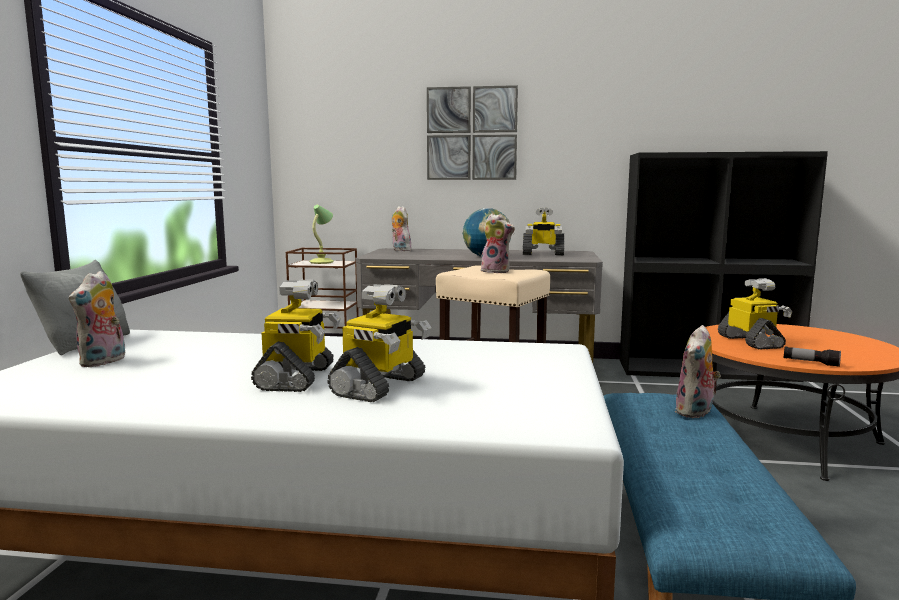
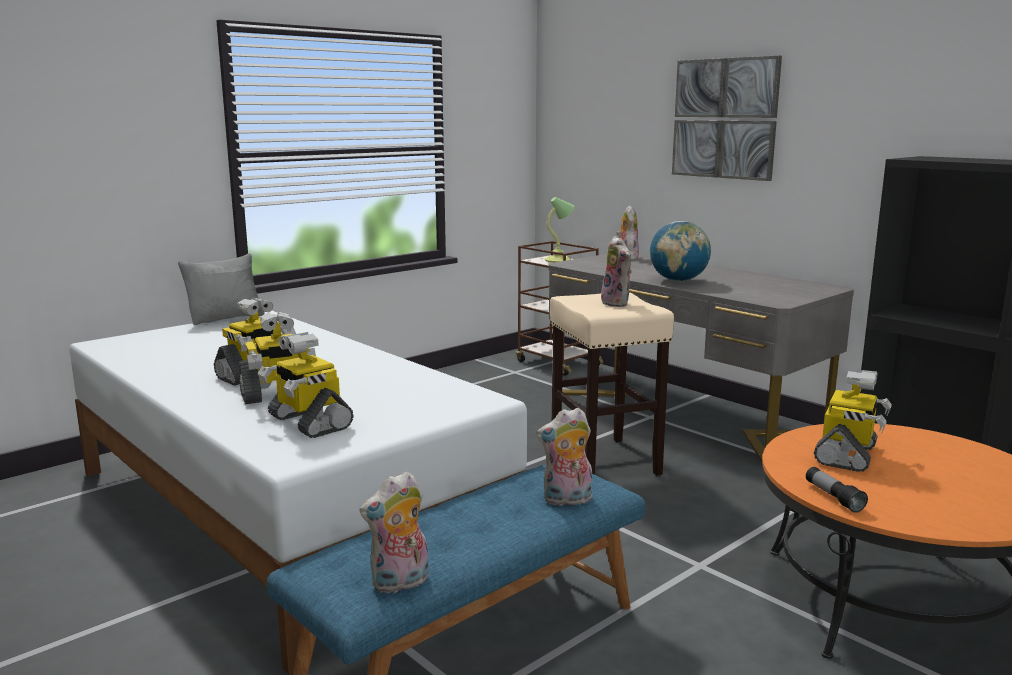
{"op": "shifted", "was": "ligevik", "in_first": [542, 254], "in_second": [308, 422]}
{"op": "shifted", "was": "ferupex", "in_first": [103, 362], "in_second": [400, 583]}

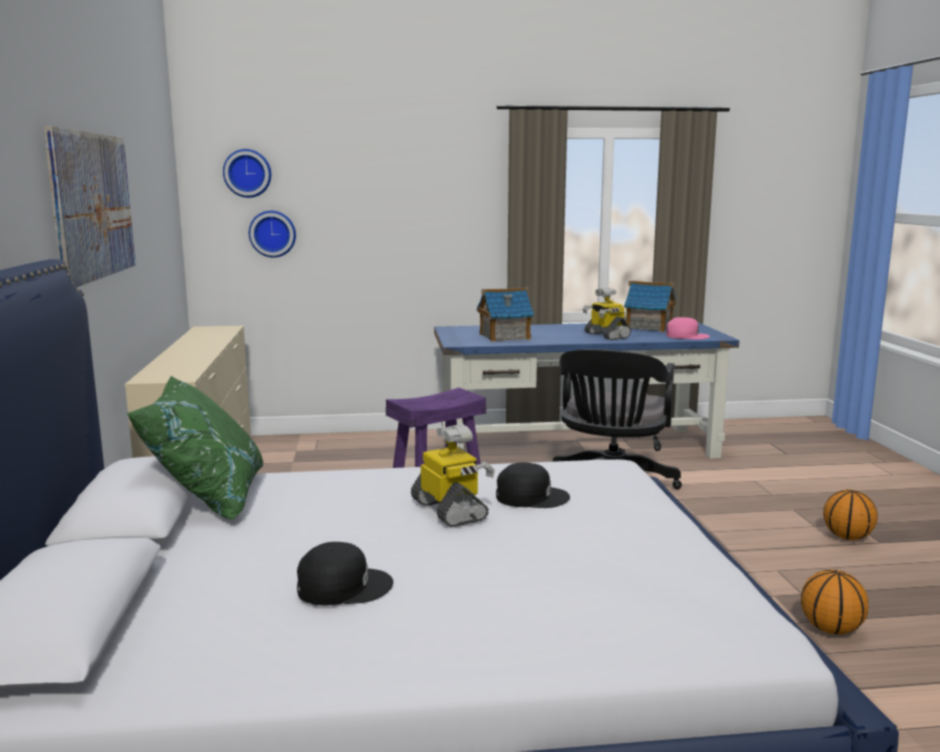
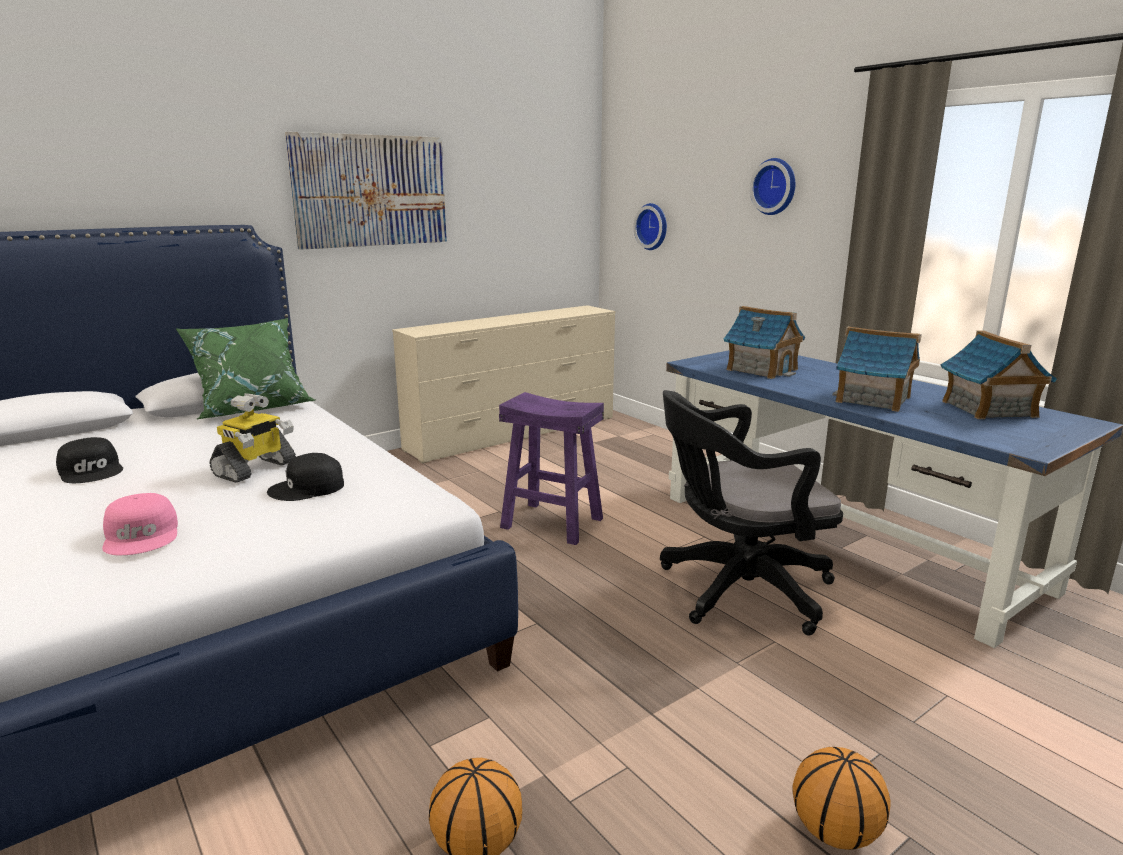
{"op": "shifted", "was": "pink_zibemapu", "in_first": [686, 336], "in_second": [143, 535]}
{"op": "rotated", "was": "black_zibemapu", "in_first": [531, 496], "in_second": [307, 488], "clockwise": 90}
{"op": "shifted", "was": "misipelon", "in_first": [247, 173], "in_second": [775, 186]}
{"op": "swapped", "was": "ligevik", "now": "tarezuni", "in_first": [606, 335], "in_second": [873, 399]}

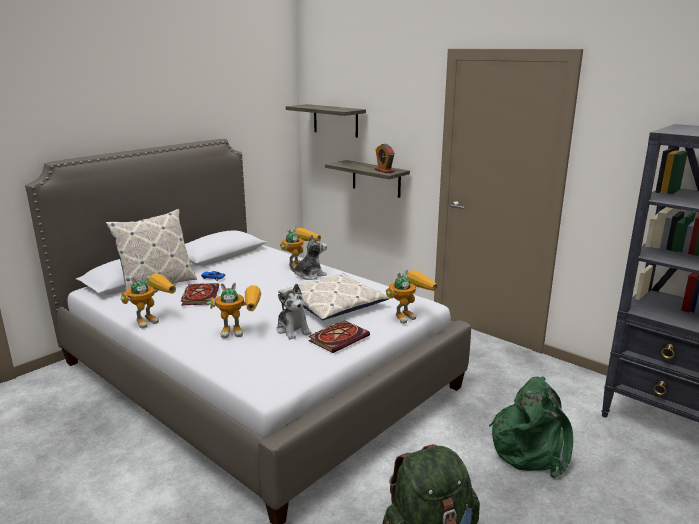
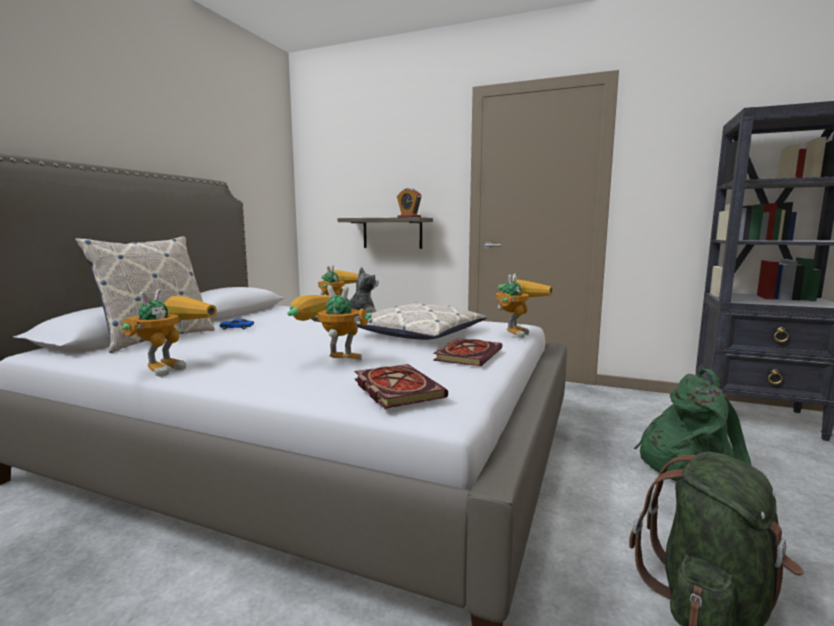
{"op": "rotated", "was": "ligevik", "in_first": [241, 331], "in_second": [329, 362], "clockwise": -135}
{"op": "shifted", "was": "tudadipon", "in_first": [200, 296], "in_second": [395, 388]}
{"op": "gone", "was": "ferupex", "in_first": [293, 330]}
{"op": "gone", "was": "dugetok", "in_first": [335, 120]}

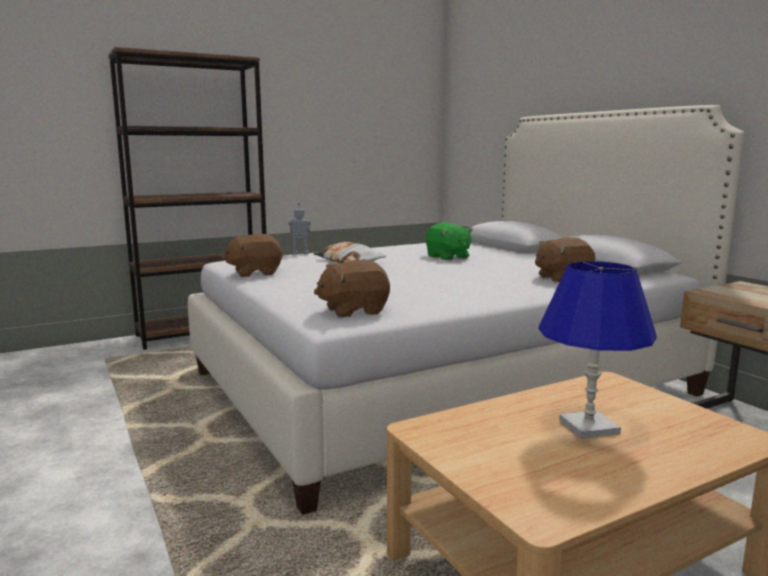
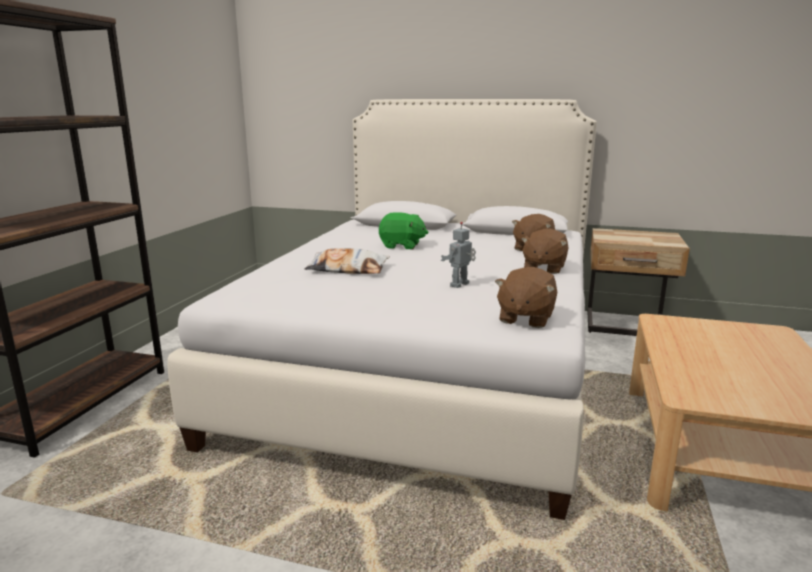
{"op": "shifted", "was": "ligevik", "in_first": [300, 253], "in_second": [460, 285]}
{"op": "shifted", "was": "brown_ferupex", "in_first": [255, 273], "in_second": [543, 268]}
{"op": "gone", "was": "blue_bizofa", "in_first": [588, 427]}

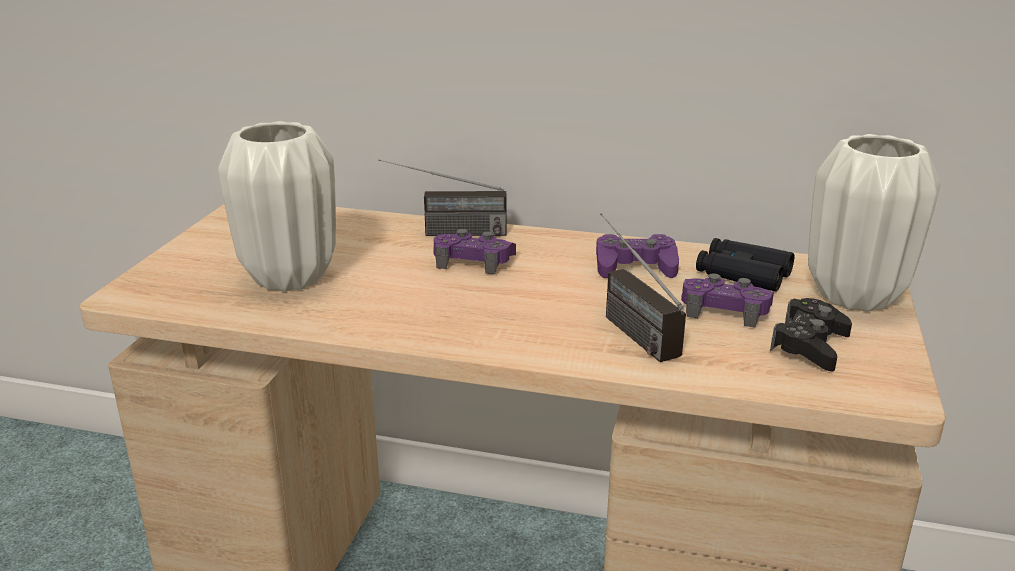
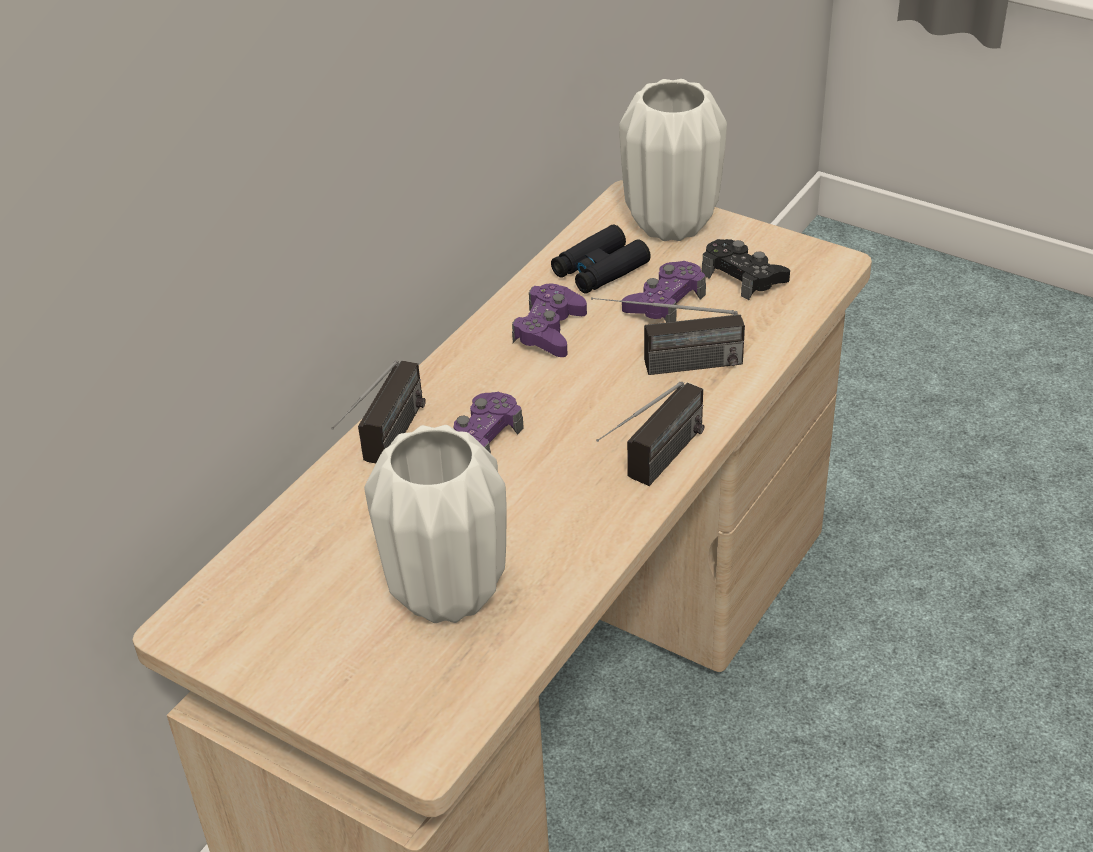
{"op": "new", "now": "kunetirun", "in_second": [653, 469]}

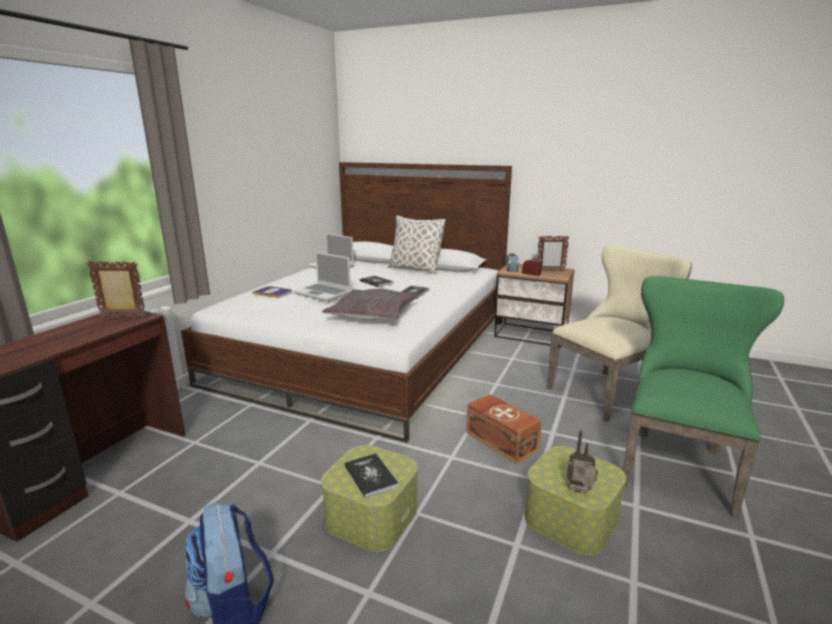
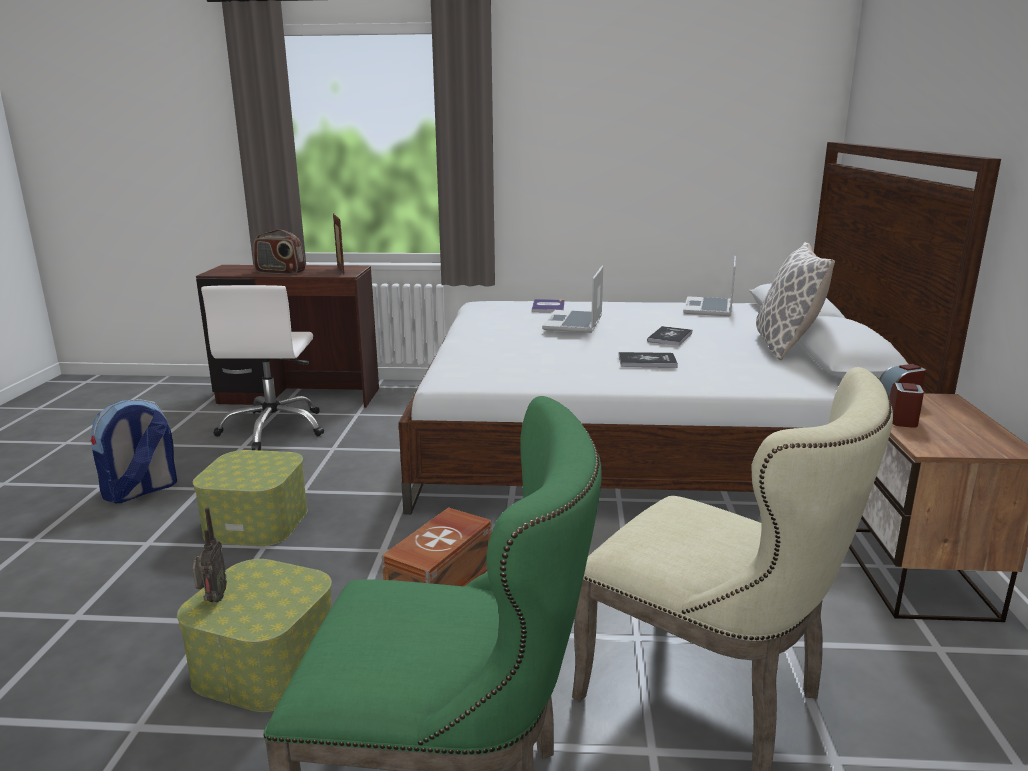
{"op": "new", "now": "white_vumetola", "in_second": [274, 429]}
{"op": "new", "now": "kunetirun", "in_second": [280, 272]}
{"op": "gone", "was": "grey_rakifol", "in_first": [373, 314]}
{"op": "gone", "was": "tudadipon", "in_first": [370, 476]}
{"op": "gone", "was": "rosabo", "in_first": [550, 271]}

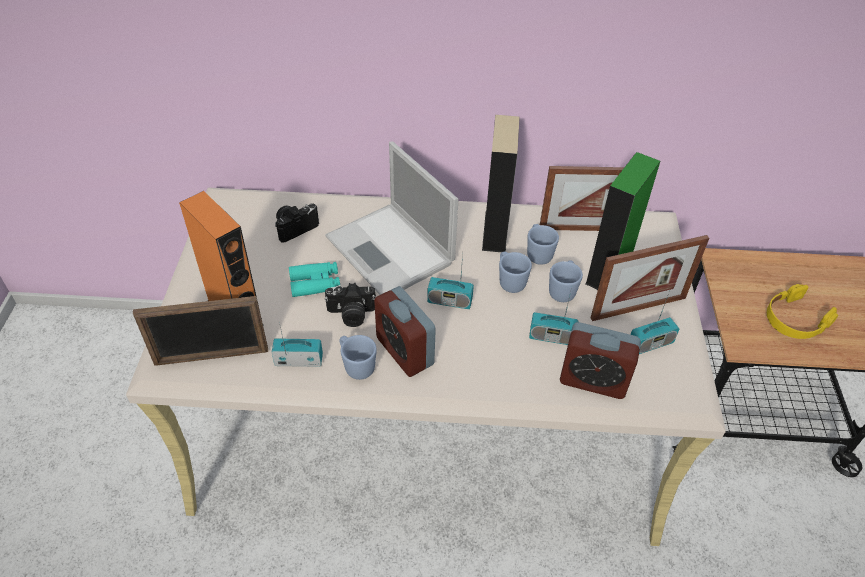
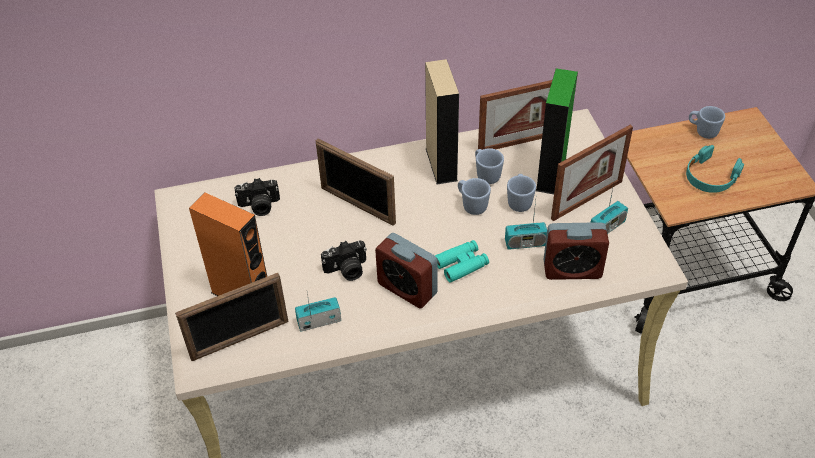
{"op": "rotated", "was": "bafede", "in_first": [295, 227], "in_second": [259, 206], "clockwise": -135}
{"op": "swapped", "was": "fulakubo", "now": "rosabo", "in_first": [391, 251], "in_second": [357, 205]}
{"op": "shifted", "was": "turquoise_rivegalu", "in_first": [315, 283], "in_second": [461, 265]}
{"op": "repainted", "was": "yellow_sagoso", "now": "turquoise_sagoso", "in_first": [794, 319], "in_second": [710, 177]}
{"op": "shifted", "was": "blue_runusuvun", "in_first": [356, 366], "in_second": [702, 131]}
{"op": "gone", "was": "kunetirun", "in_first": [449, 301]}

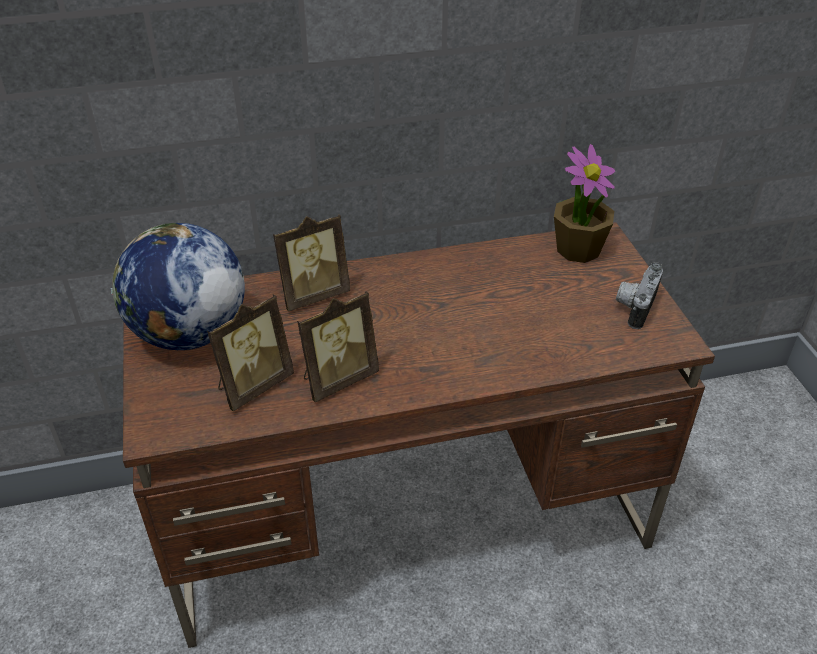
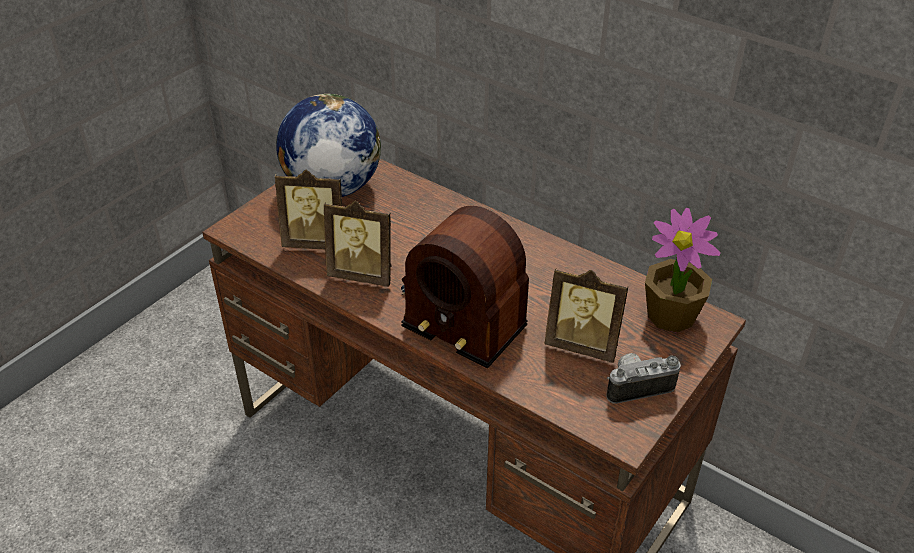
{"op": "new", "now": "kunetirun", "in_second": [464, 306]}
{"op": "shifted", "was": "rosabo", "in_first": [313, 295], "in_second": [582, 344]}

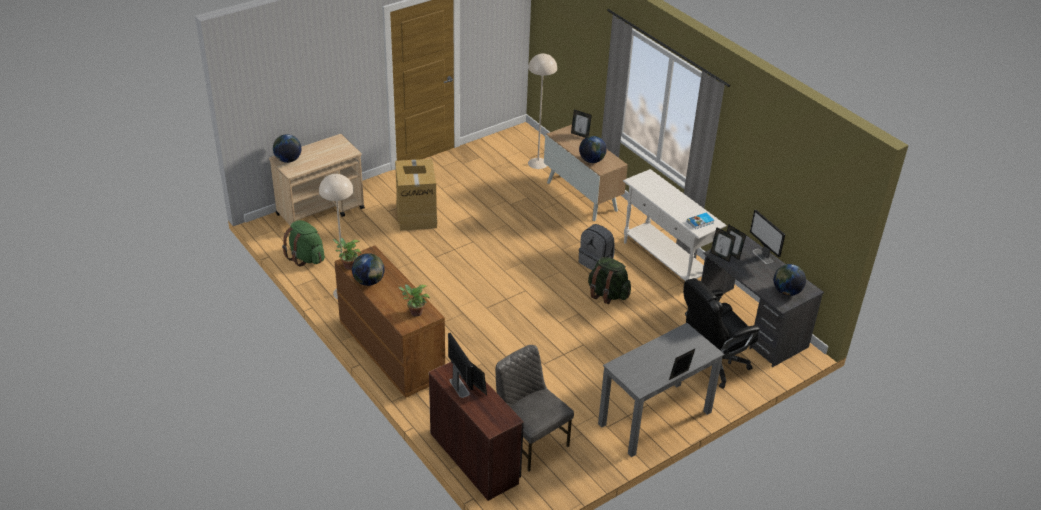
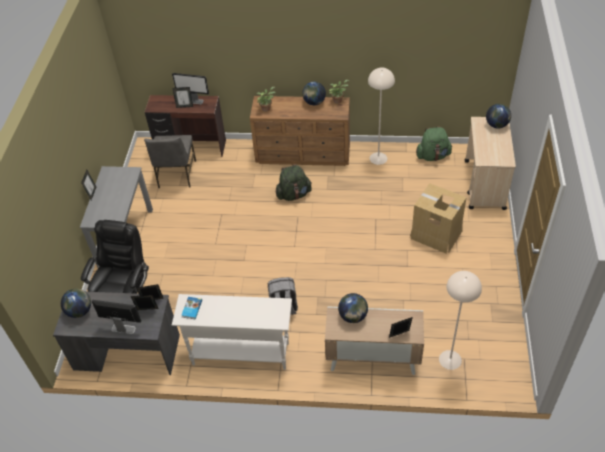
{"op": "rotated", "was": "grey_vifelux", "in_first": [530, 440], "in_second": [176, 174], "clockwise": 90}
{"op": "shifted", "was": "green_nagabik", "in_first": [607, 294], "in_second": [294, 194]}

